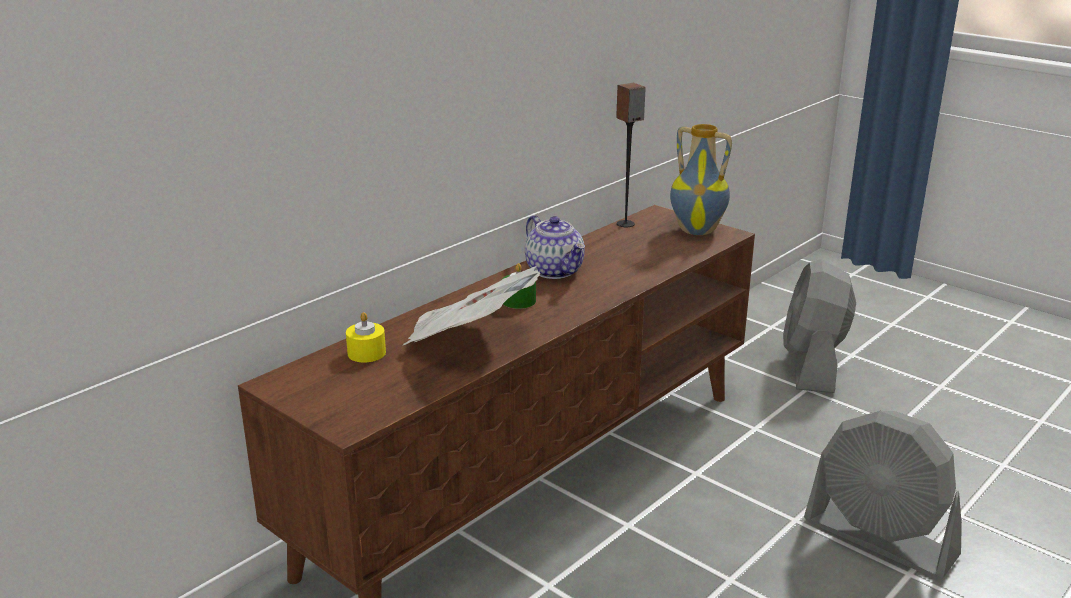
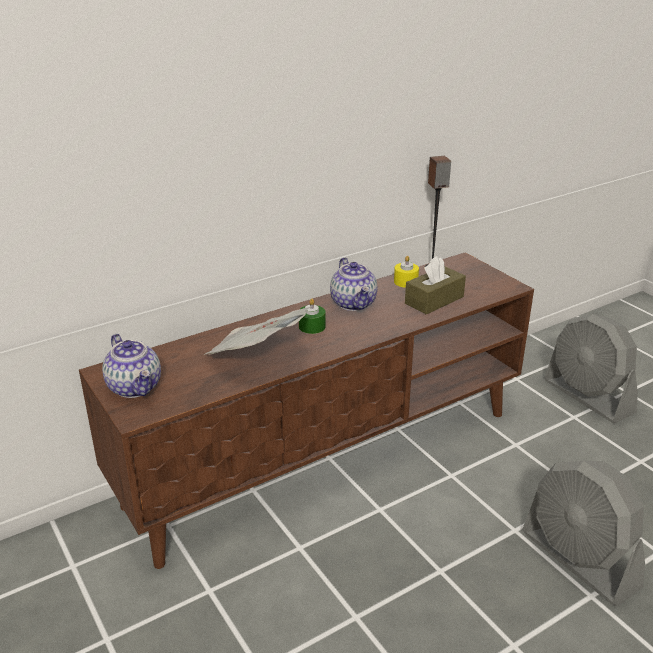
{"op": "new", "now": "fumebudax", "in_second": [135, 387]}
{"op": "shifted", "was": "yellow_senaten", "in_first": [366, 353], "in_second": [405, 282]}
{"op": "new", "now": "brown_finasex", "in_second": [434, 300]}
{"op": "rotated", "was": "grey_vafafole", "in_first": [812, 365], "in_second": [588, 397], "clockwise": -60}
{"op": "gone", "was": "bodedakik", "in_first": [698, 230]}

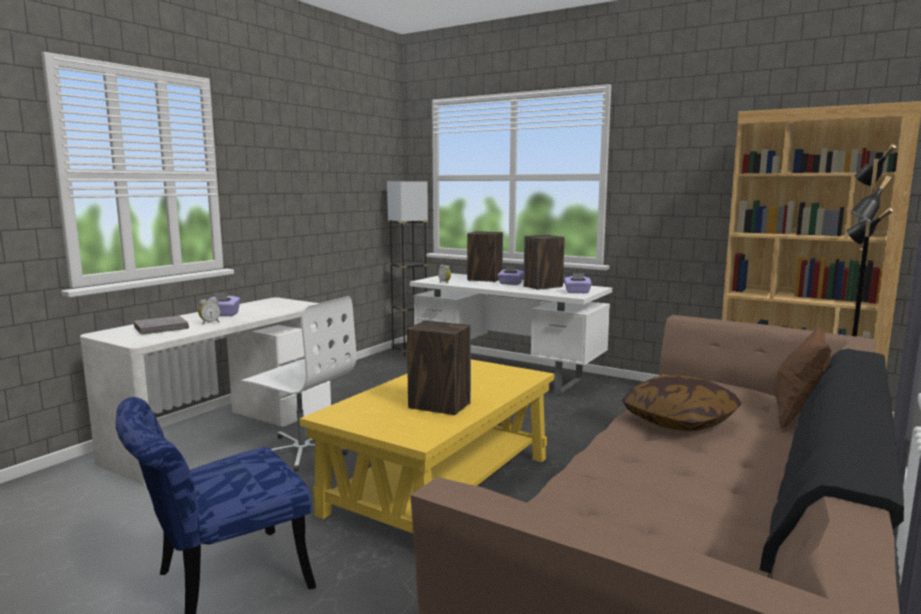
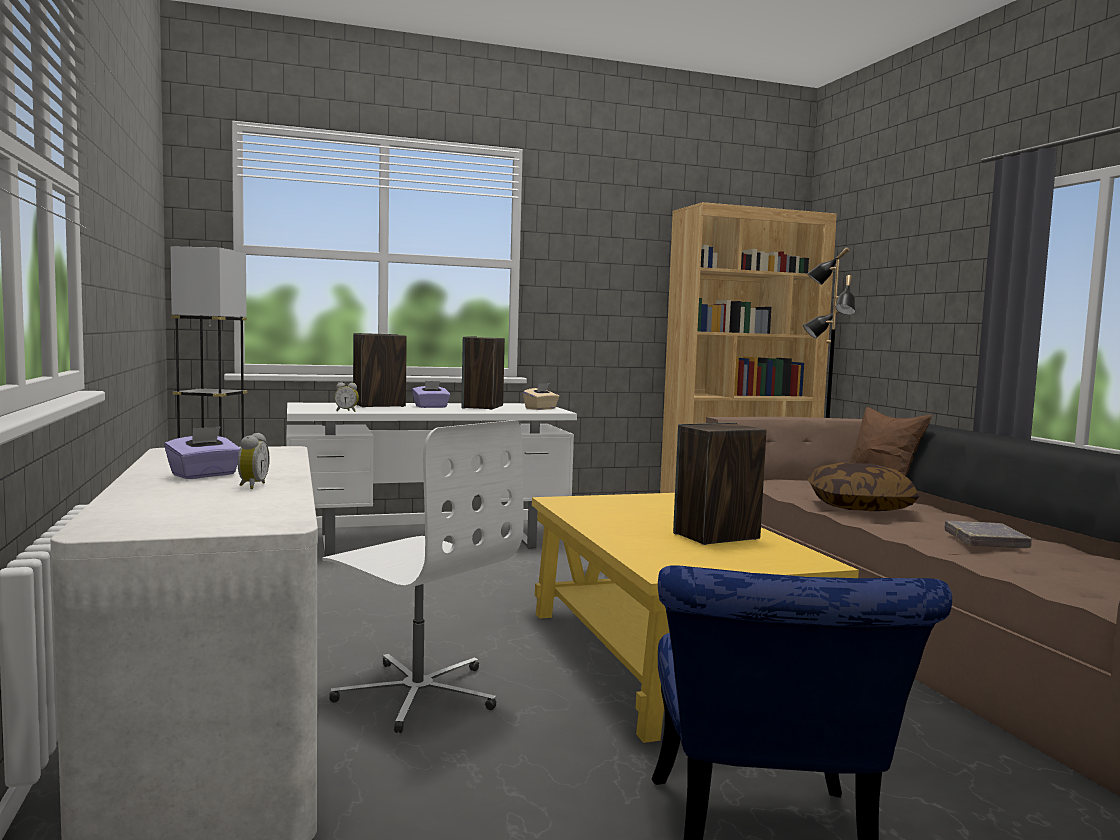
{"op": "rotated", "was": "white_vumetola", "in_first": [302, 451], "in_second": [418, 693], "clockwise": 60}
{"op": "repainted", "was": "purple_finasex", "now": "beige_finasex", "in_first": [577, 292], "in_second": [541, 408]}
{"op": "shifted", "was": "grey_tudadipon", "in_first": [161, 329], "in_second": [985, 540]}

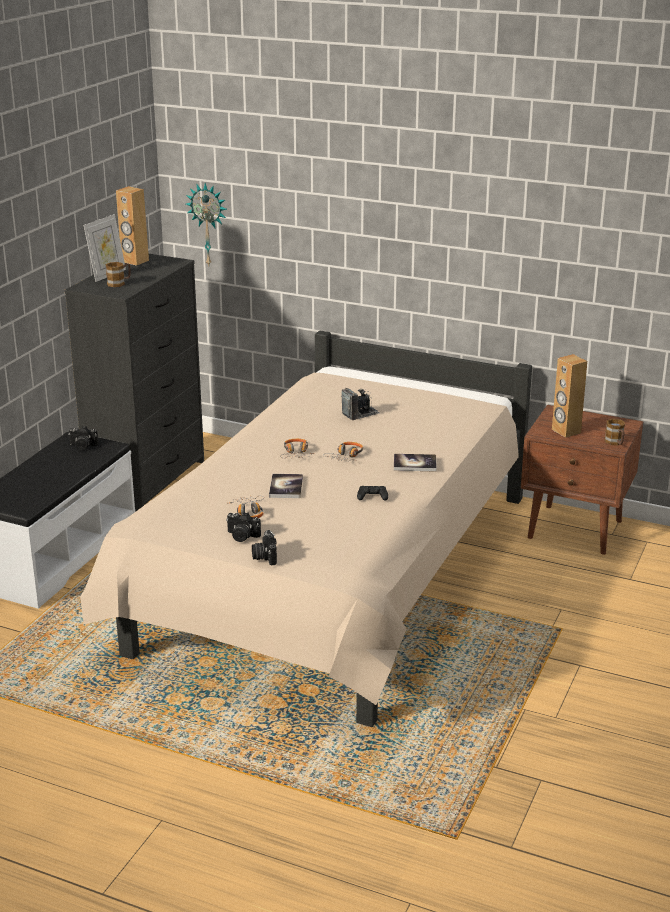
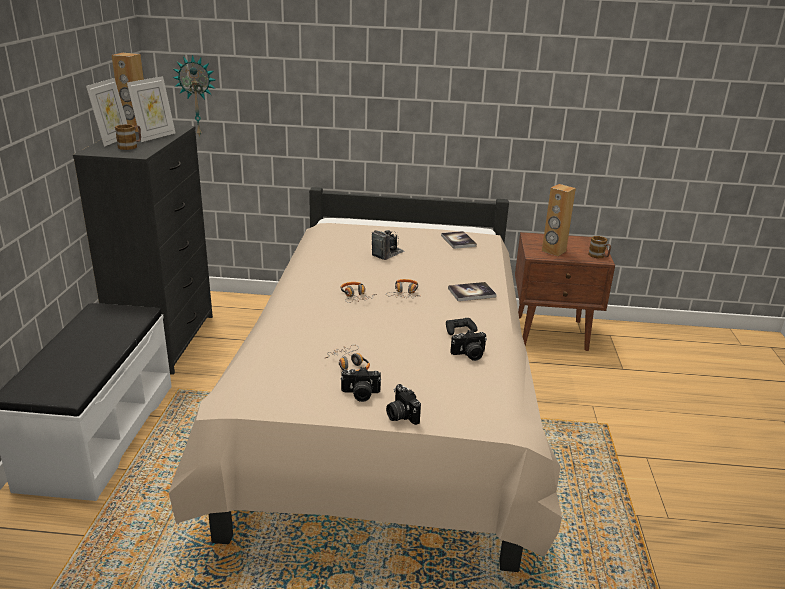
{"op": "new", "now": "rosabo", "in_second": [155, 136]}
{"op": "shifted", "was": "tudadipon", "in_first": [286, 487], "in_second": [458, 241]}
{"op": "shifted", "was": "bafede", "in_first": [83, 446], "in_second": [469, 355]}

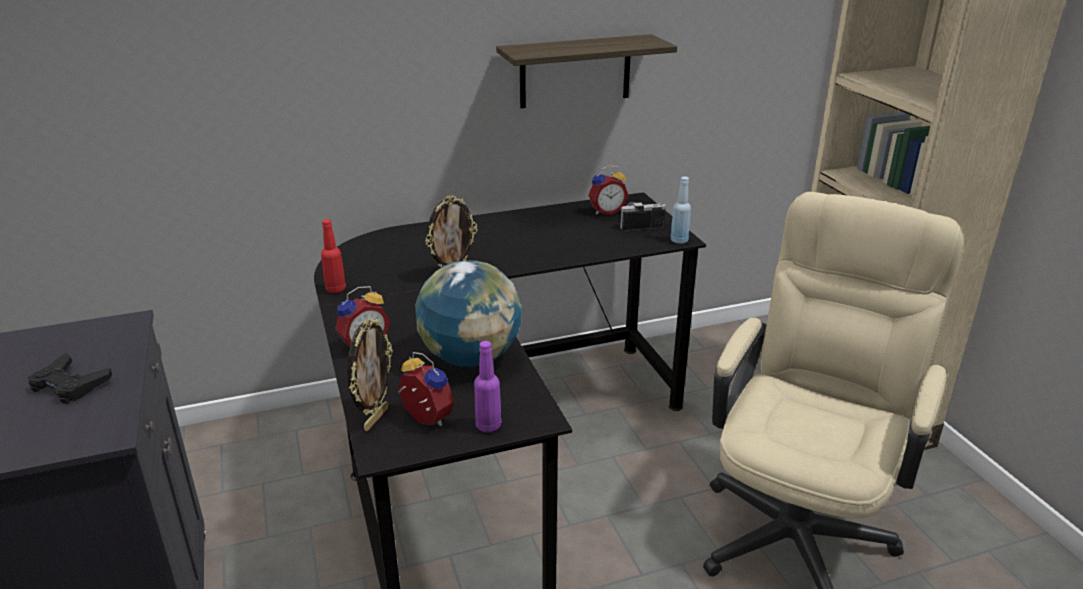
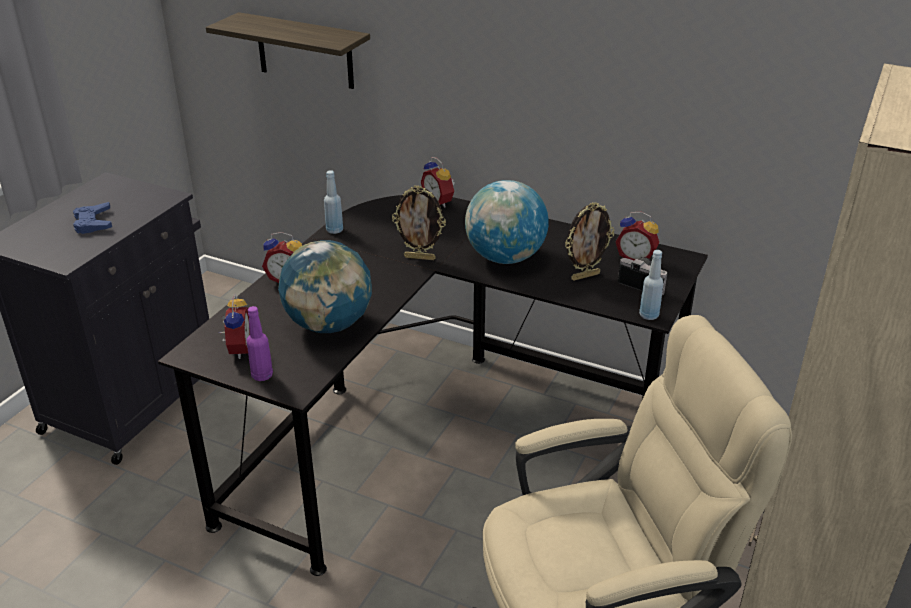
{"op": "repainted", "was": "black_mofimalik", "now": "blue_mofimalik", "in_first": [69, 385], "in_second": [93, 223]}
{"op": "shifted", "was": "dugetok", "in_first": [575, 71], "in_second": [305, 51]}
{"op": "repainted", "was": "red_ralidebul", "now": "blue_ralidebul", "in_first": [335, 289], "in_second": [334, 230]}
{"op": "new", "now": "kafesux", "in_second": [439, 202]}
{"op": "new", "now": "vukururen", "in_second": [505, 258]}
{"op": "shifted", "was": "rosabo", "in_first": [375, 418], "in_second": [585, 276]}

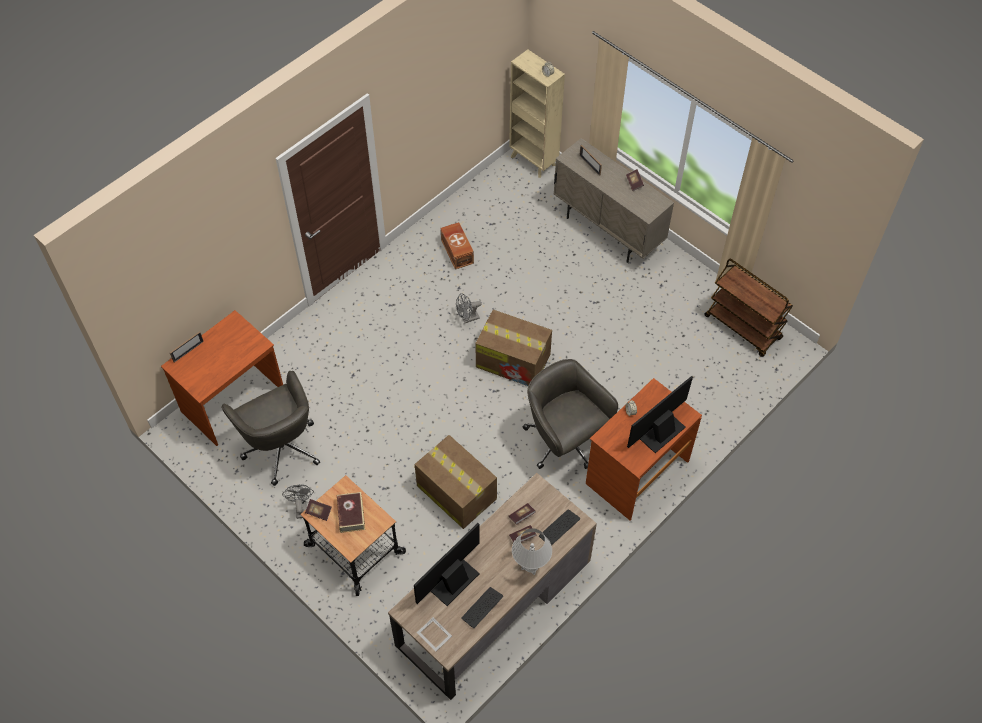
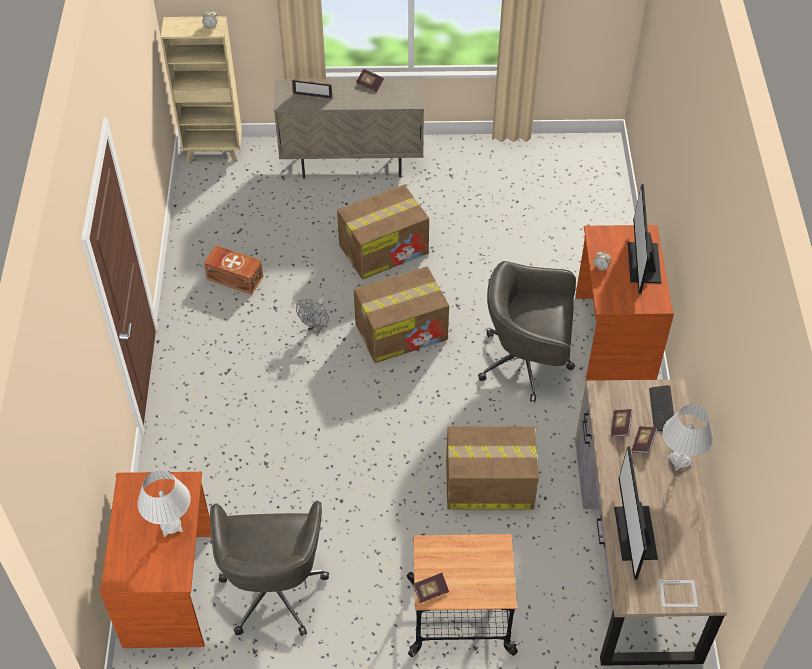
{"op": "new", "now": "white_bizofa", "in_second": [171, 526]}
{"op": "rotated", "was": "grey_vumetola", "in_first": [281, 447], "in_second": [274, 588], "clockwise": 75}
{"op": "new", "now": "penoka", "in_second": [384, 248]}
{"op": "gone", "was": "rosabo", "in_first": [188, 351]}
{"op": "gone", "was": "grey_vafafole", "in_first": [301, 507]}
{"op": "gone", "was": "tudadipon", "in_first": [351, 514]}
{"op": "gone", "was": "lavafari", "in_first": [482, 607]}
{"op": "gone", "was": "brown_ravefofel", "in_first": [743, 327]}

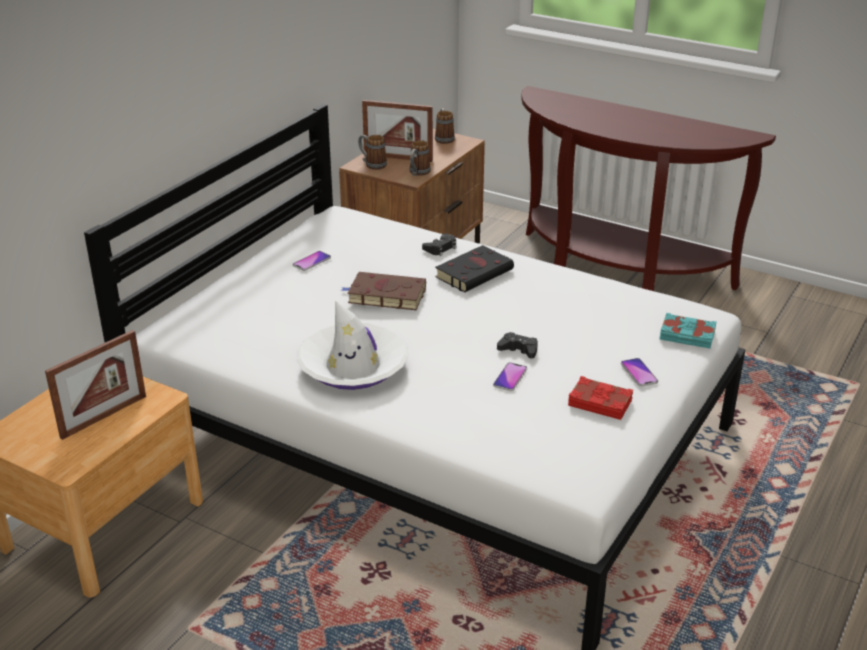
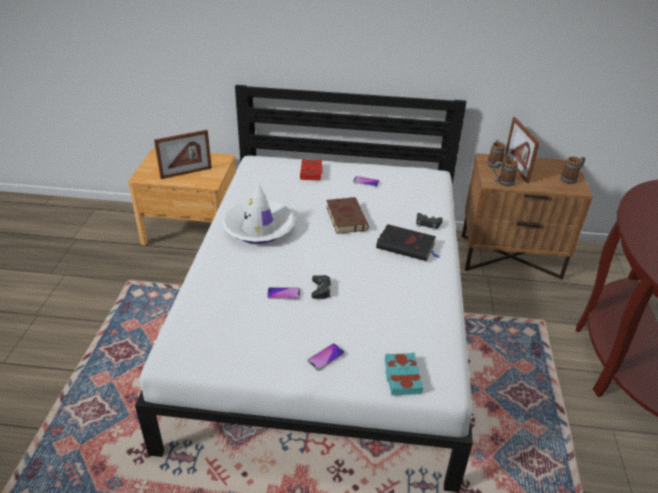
{"op": "rotated", "was": "rosabo", "in_first": [104, 416], "in_second": [186, 173], "clockwise": -45}
{"op": "shifted", "was": "red_tudadipon", "in_first": [600, 402], "in_second": [311, 172]}

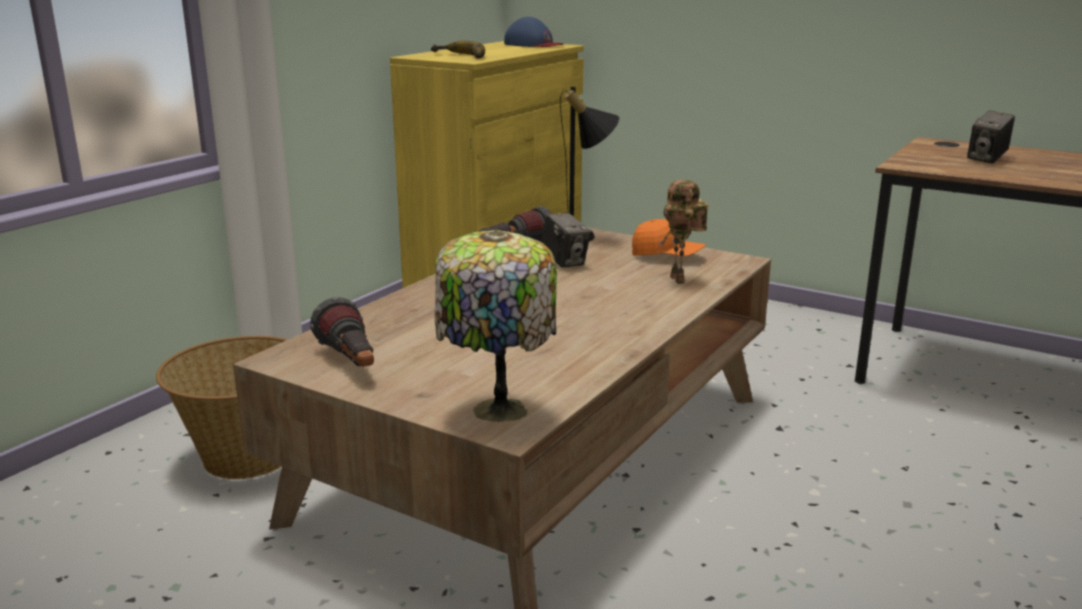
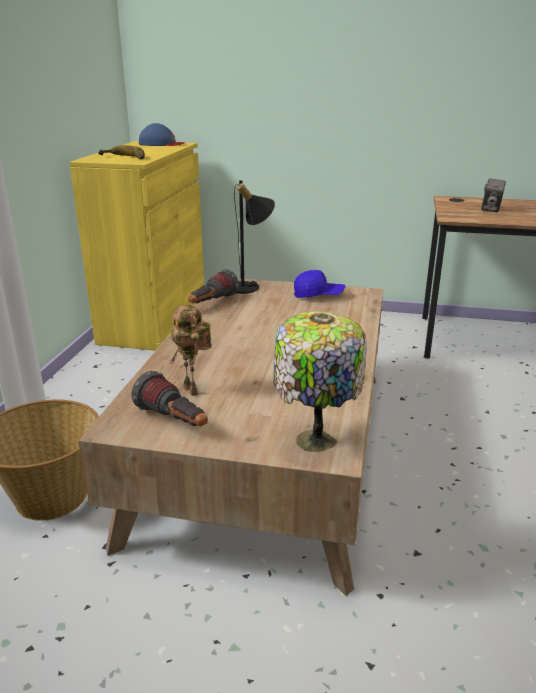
{"op": "shifted", "was": "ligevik", "in_first": [680, 280], "in_second": [193, 390]}
{"op": "repainted", "was": "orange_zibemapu", "now": "blue_zibemapu", "in_first": [666, 256], "in_second": [318, 295]}
{"op": "gone", "was": "bafede", "in_first": [564, 262]}

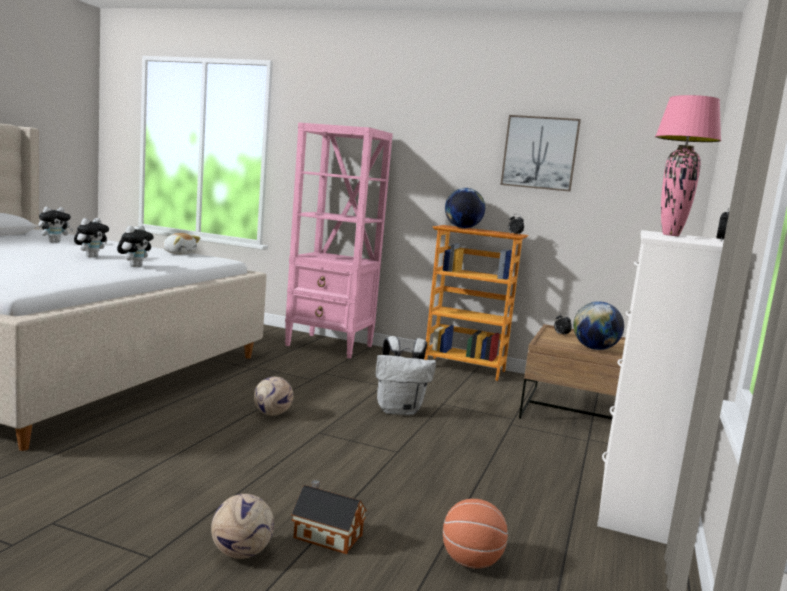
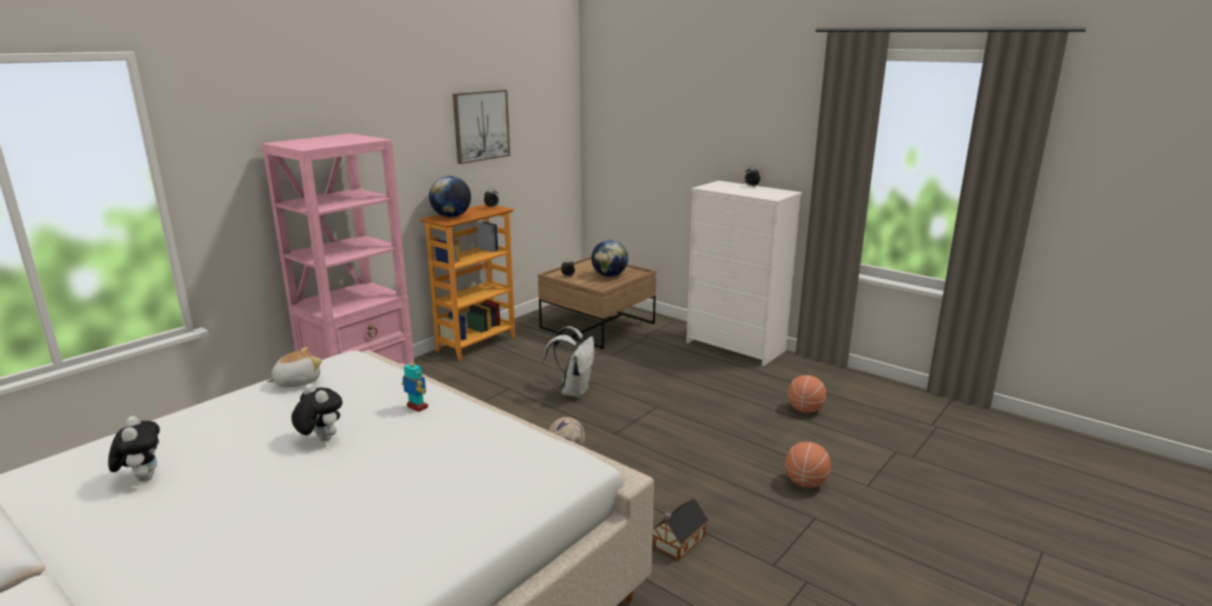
{"op": "swapped", "was": "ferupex", "now": "ligevik", "in_first": [135, 266], "in_second": [417, 407]}
{"op": "shifted", "was": "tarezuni", "in_first": [326, 535], "in_second": [677, 542]}
{"op": "swapped", "was": "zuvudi", "now": "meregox", "in_first": [240, 553], "in_second": [805, 483]}
{"op": "gone", "was": "pink_bizofa", "in_first": [670, 235]}

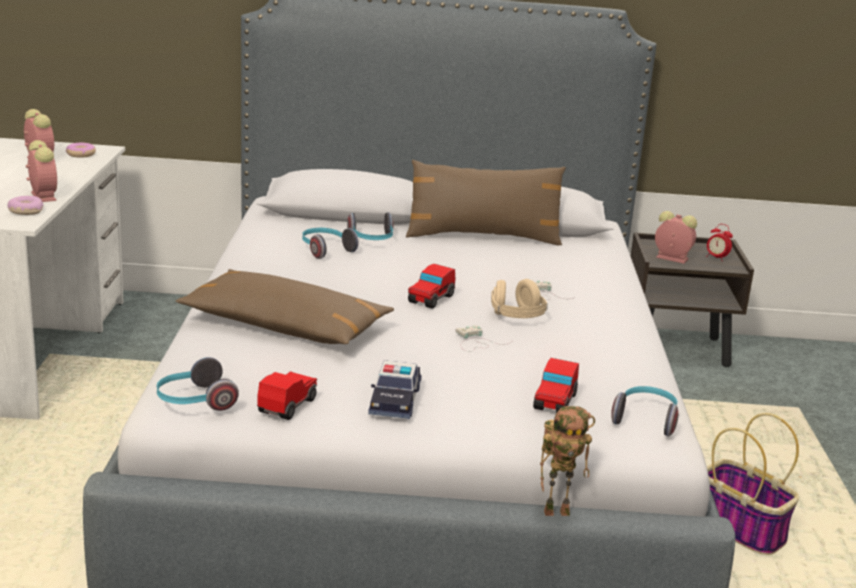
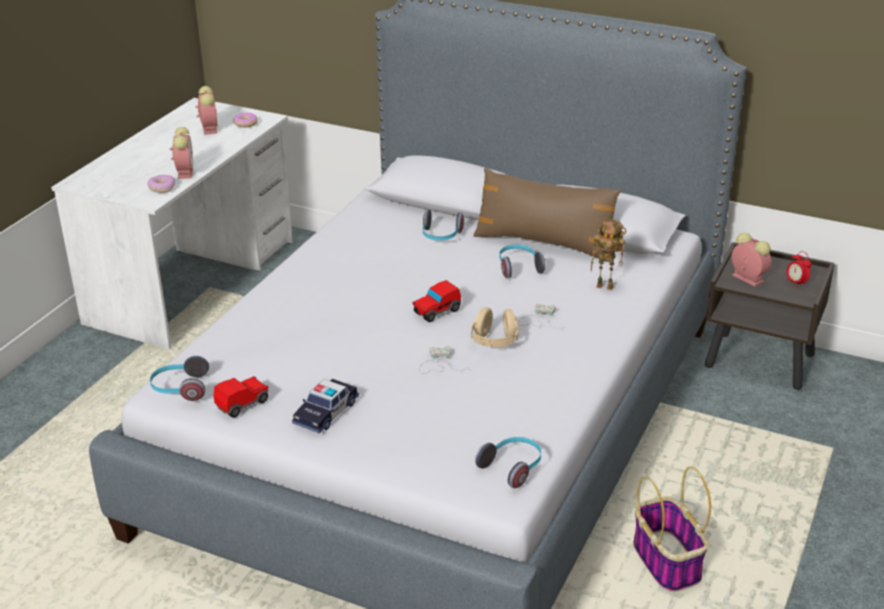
{"op": "shifted", "was": "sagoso", "in_first": [325, 250], "in_second": [518, 268]}
{"op": "shifted", "was": "ligevik", "in_first": [558, 511], "in_second": [606, 286]}
{"op": "gone", "was": "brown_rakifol", "in_first": [284, 326]}
{"op": "gone", "was": "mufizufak", "in_first": [555, 402]}

